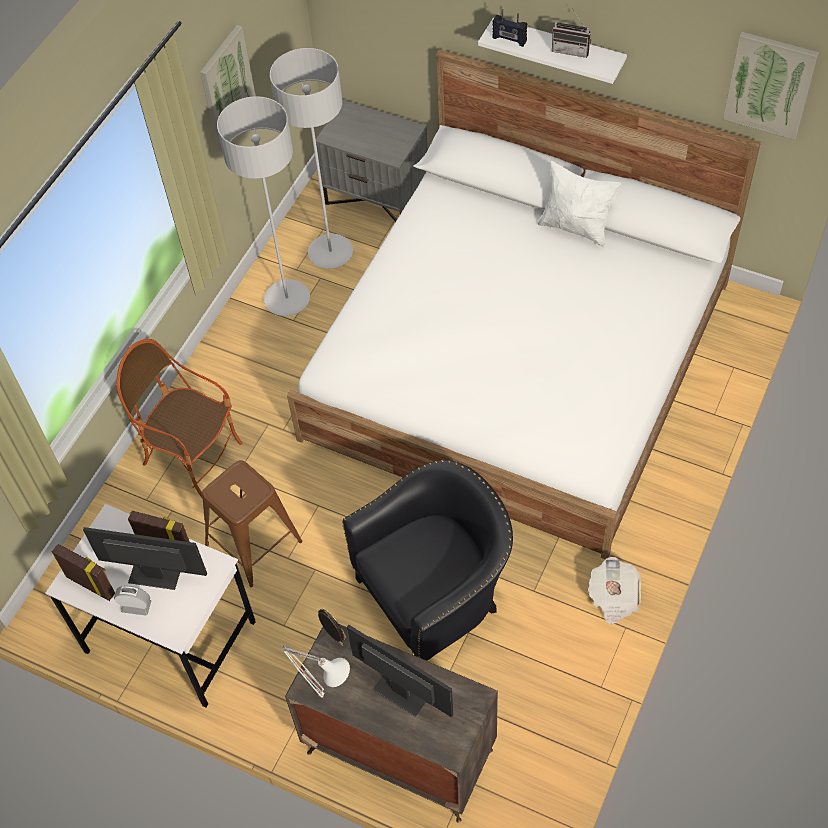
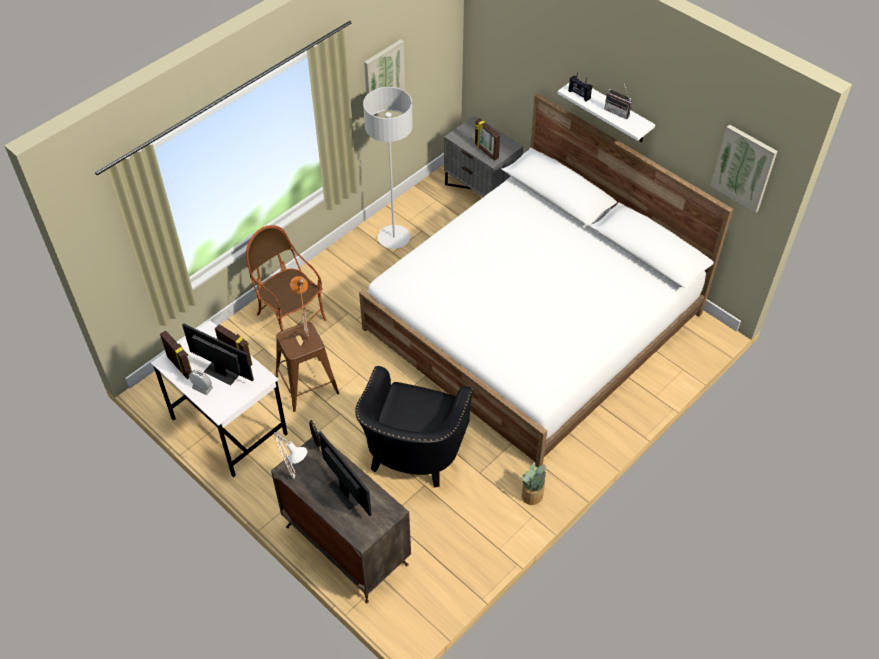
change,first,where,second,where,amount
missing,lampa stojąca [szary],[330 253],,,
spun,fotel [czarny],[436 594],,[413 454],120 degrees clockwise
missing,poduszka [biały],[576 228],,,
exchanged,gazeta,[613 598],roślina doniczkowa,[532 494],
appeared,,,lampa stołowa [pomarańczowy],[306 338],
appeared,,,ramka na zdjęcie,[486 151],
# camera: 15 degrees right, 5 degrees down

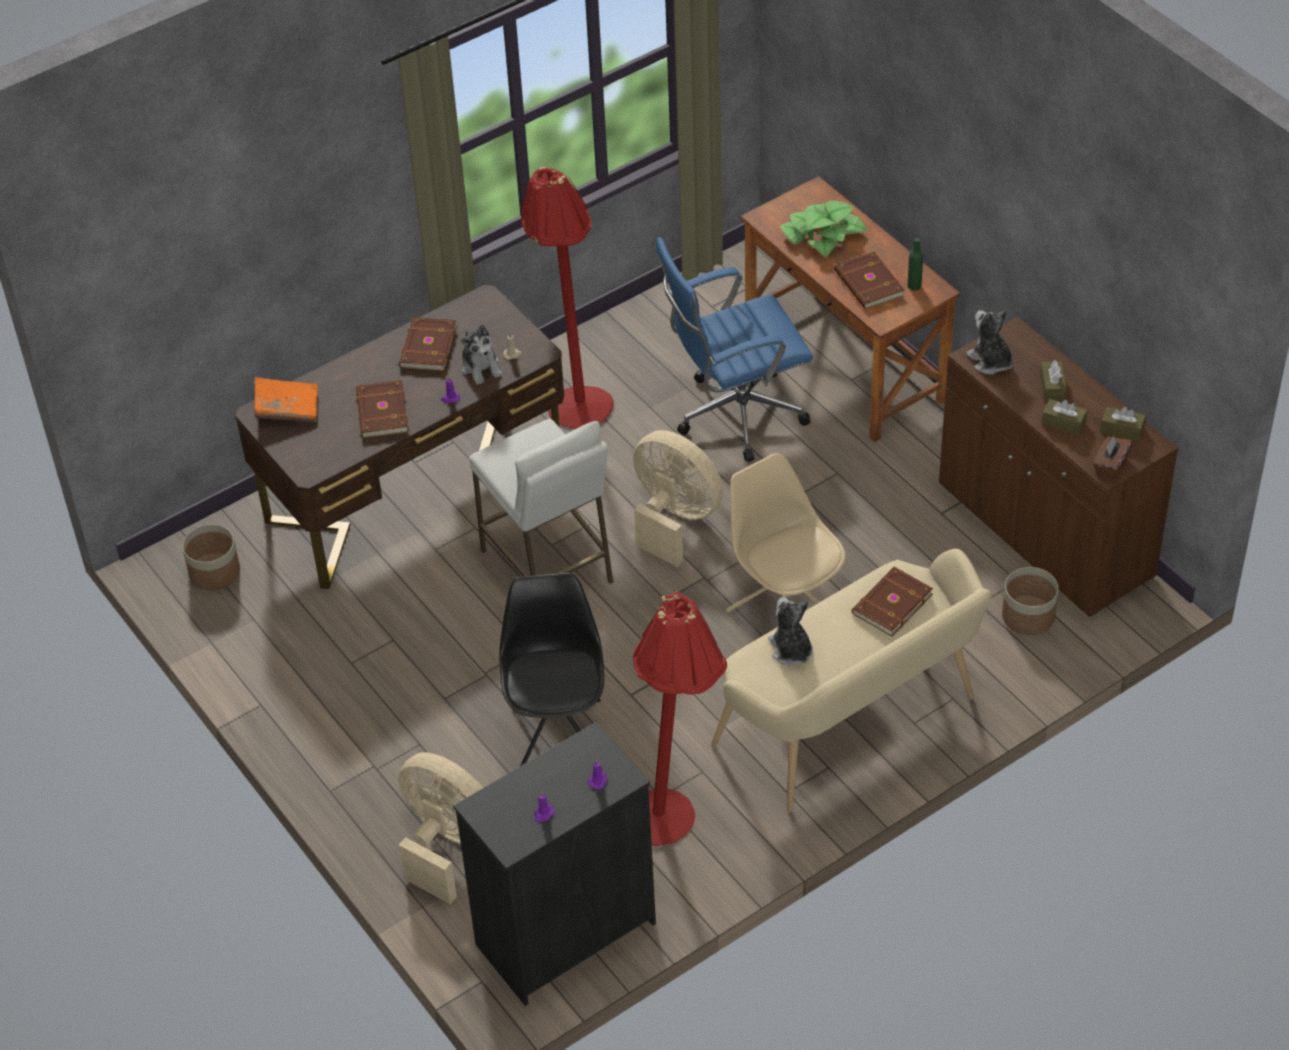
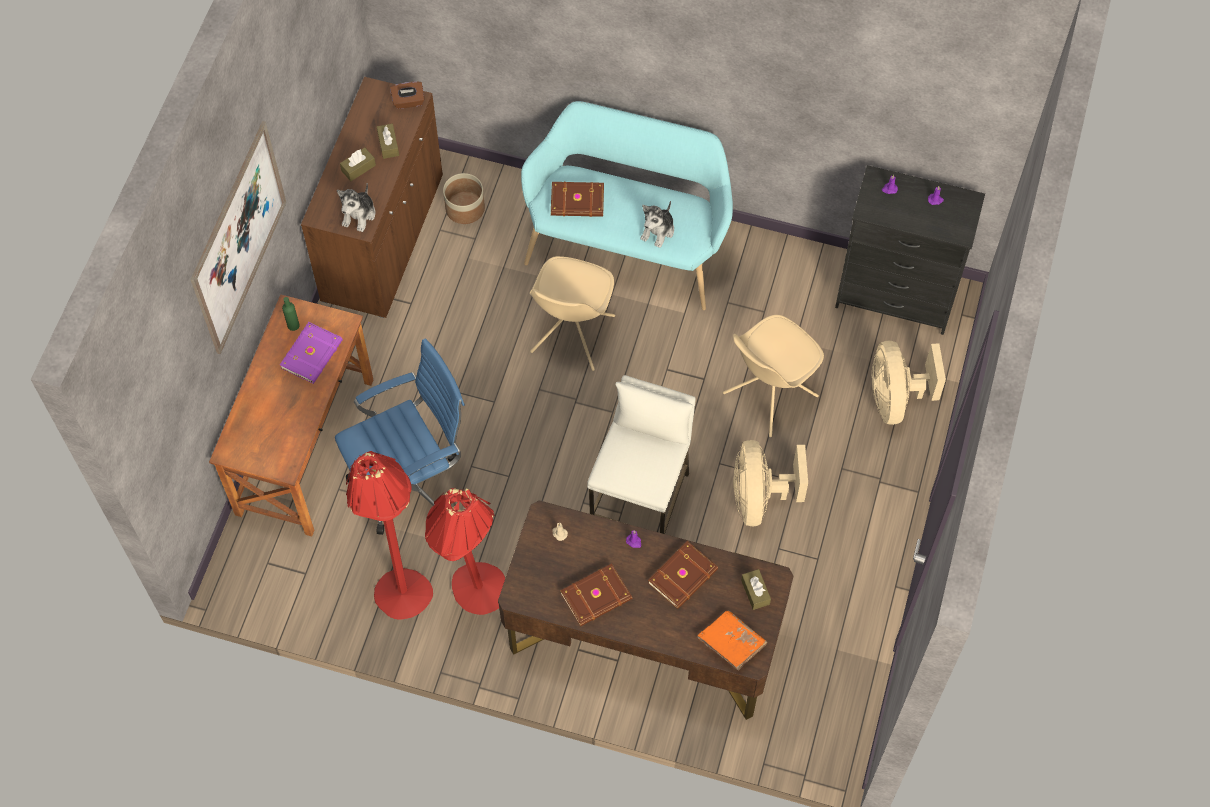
change,first,where,second,where,amount
missing,donica,[215 572],,,
missing,pluszak,[481 367],,,
colour,krzesło [czarny],[558 736],krzesło [beżowy],[768 396],
relocated,wentylator [beżowy],[674 519],,[759 497],
relocated,lampa stojąca [czerwony],[674 825],,[401 581],
spun,krzesło biurowe [niebieski],[734 416],,[411 482],60 degrees counterclockwise
colour,ławka [beżowy],[854 727],ławka [turkusowy],[627 246],
missing,roślina doniczkowa,[822 234],,,
colour,książka [brązowy],[867 284],książka [fioletowy],[313 354],
relocated,pudełko chusteczek [brązowy],[1122 429],,[755 592],
appeared,,,obraz,[239 238],
# camera: 130 degrees left, 15 degrees up

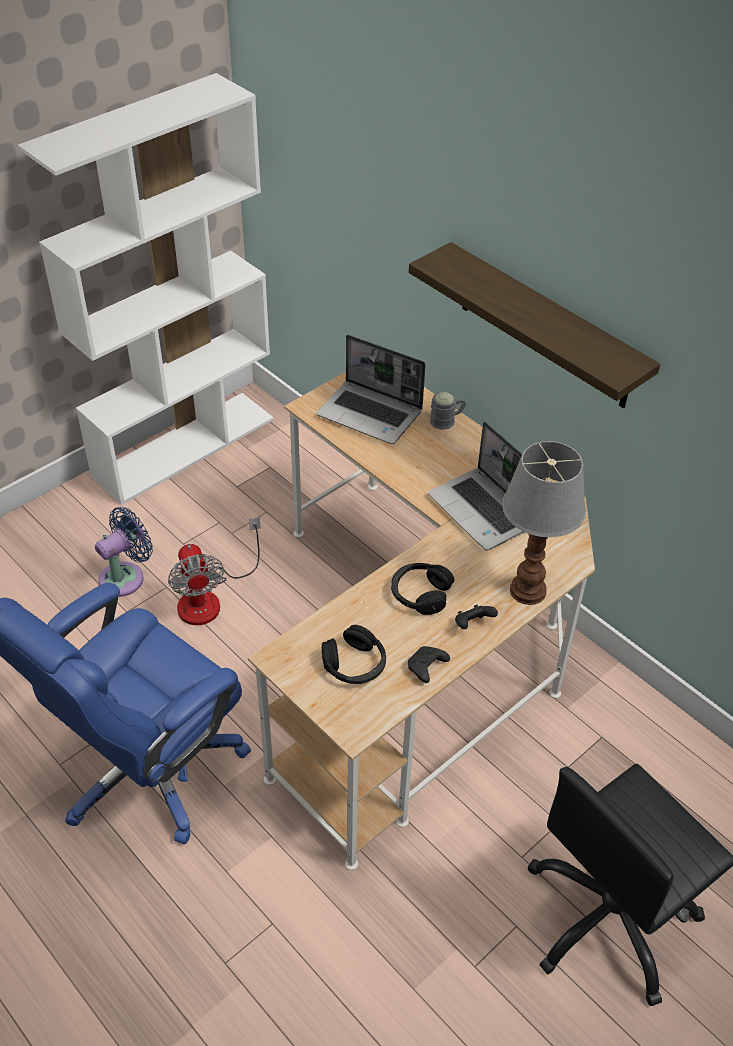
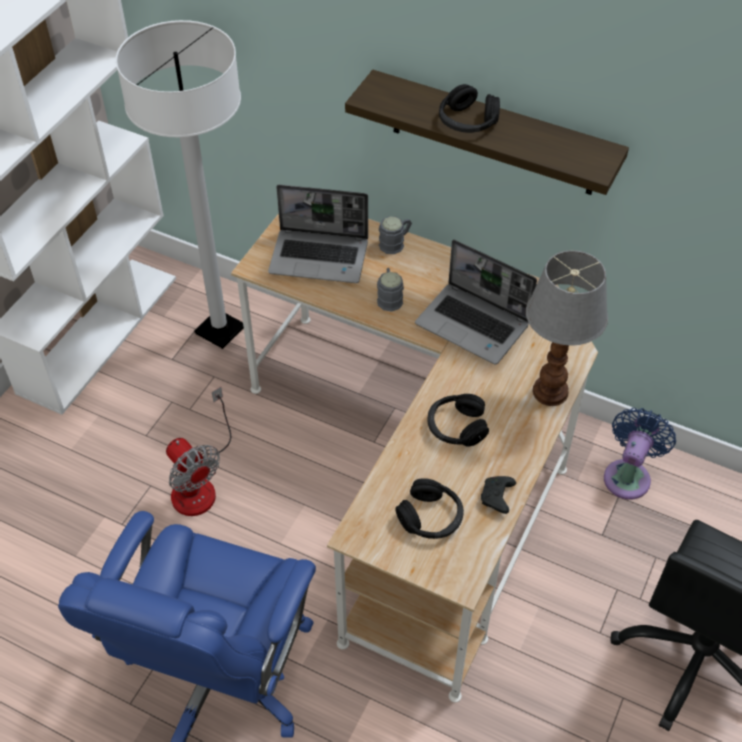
change,first,where,second,where,amount
relocated,wentylator [niebieski],[126 577],,[628 475],
missing,pad do gier [czarny],[472 624],,,
appeared,,,lampa stojąca [biały],[220 330],
appeared,,,kubek [szary],[389 297],
appeared,,,słuchawki [czarny],[467 121],
# camera: 20 degrees left, 5 degrees up

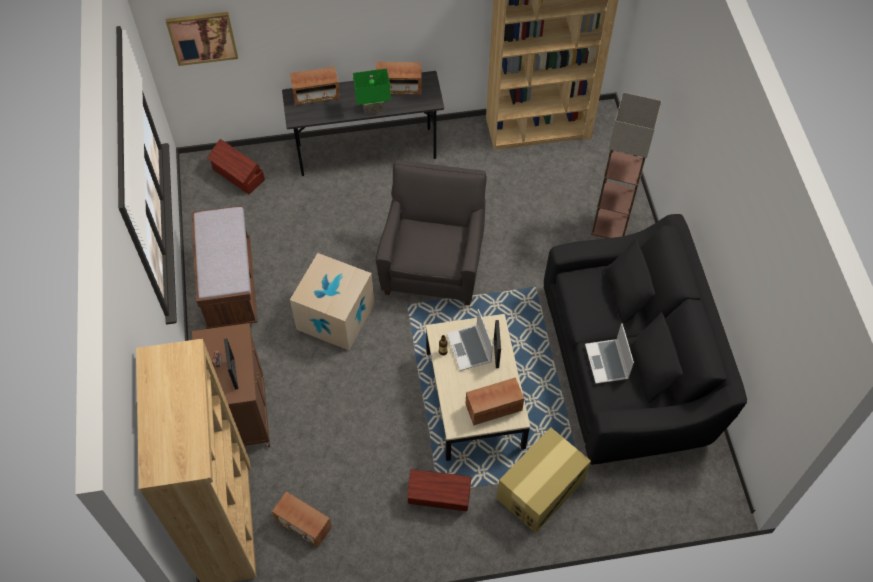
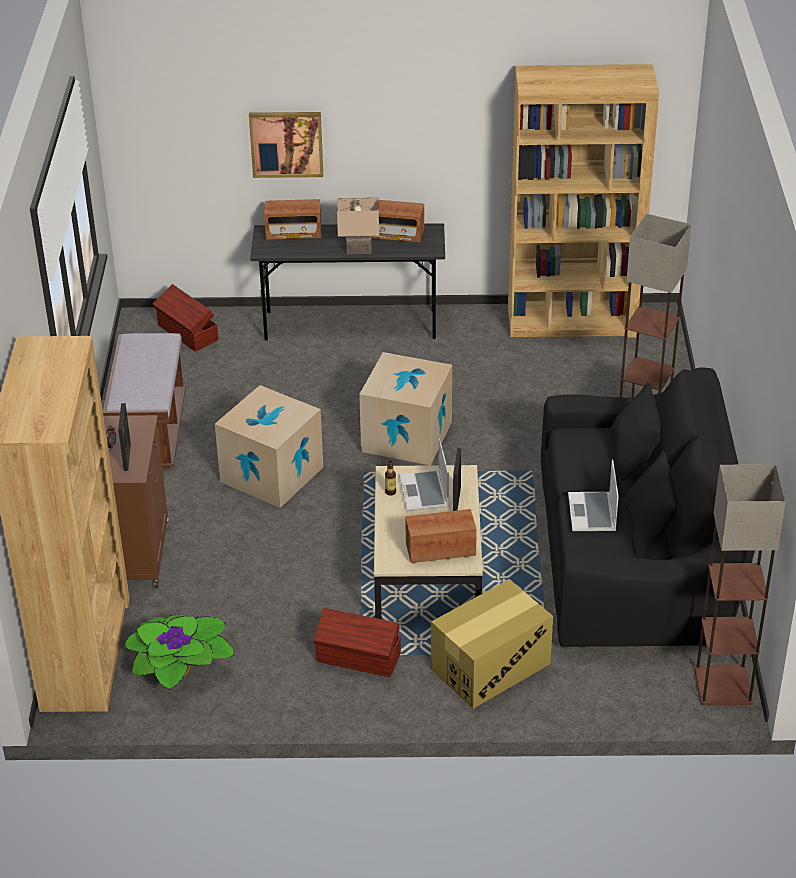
change,first,where,second,where,amount
relocated,obraz,[202 37],,[286 143],
exchanged,radio,[303 524],roślina doniczkowa,[179 667],
colour,lampa stołowa [zielony],[373 109],lampa stołowa [beżowy],[358 250],
exchanged,fotel [szary],[433 264],karton,[406 436],
appeared,,,lampa stojąca,[724 686],
# camera: 10 degrees right, 20 degrees down

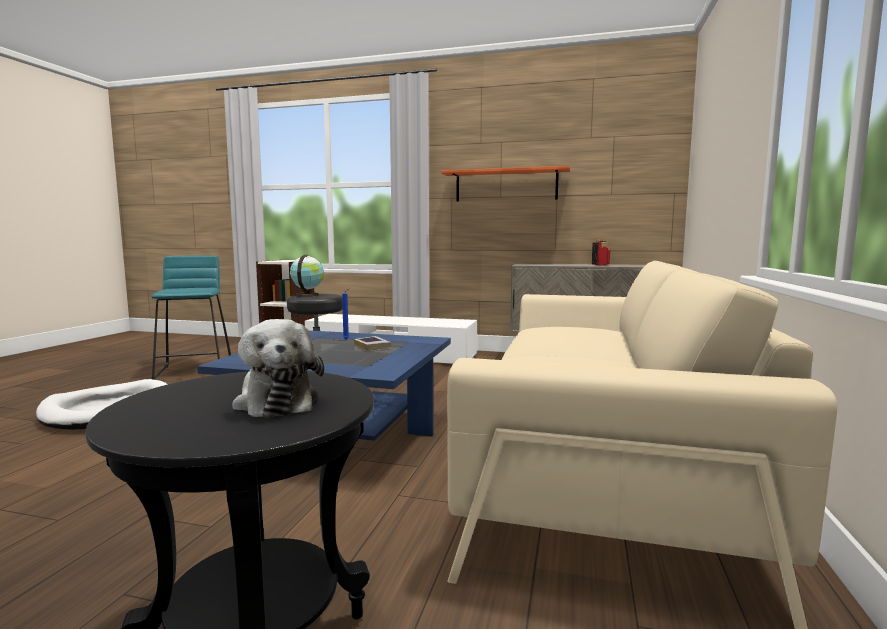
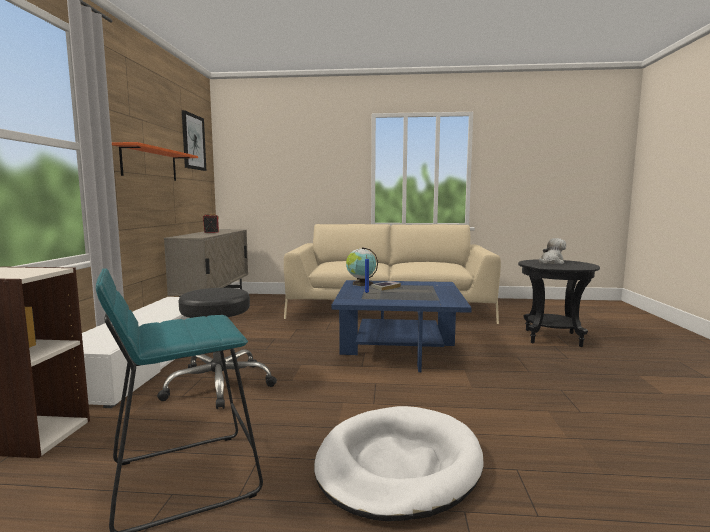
change,first,where,second,where,amount
relocated,globus,[307 295],,[361 284],
appeared,,,obraz,[193 142],
# camera: 100 degrees left, 0 degrees up

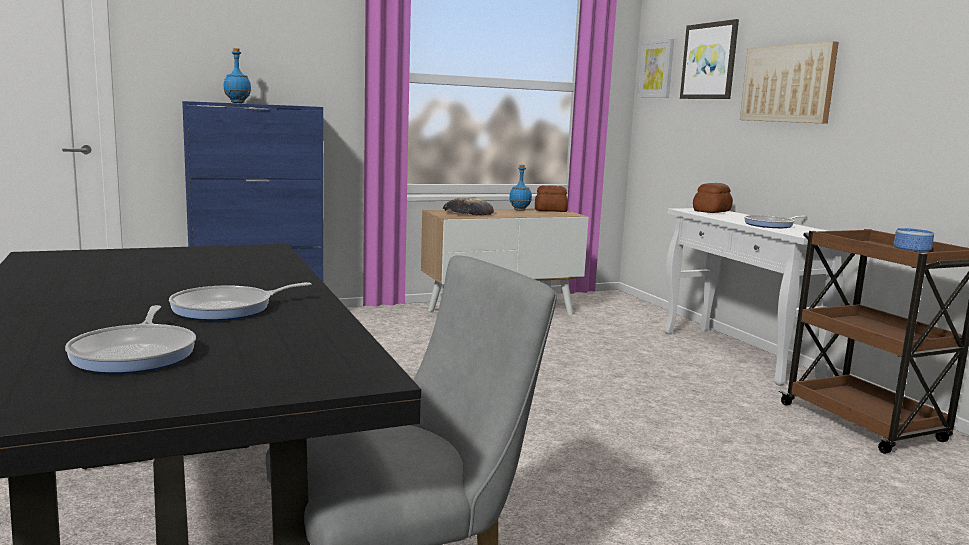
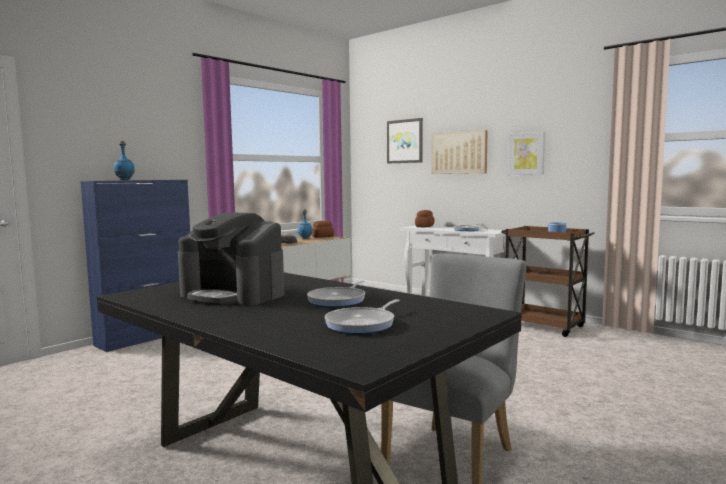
change,first,where,second,where,amount
spun,patelnia,[136 353],,[363 324],75 degrees clockwise
relocated,obraz,[656 69],,[526 153],
appeared,,,ekspres do kawy,[234 294],
# camera: 25 degrees left, 5 degrees down

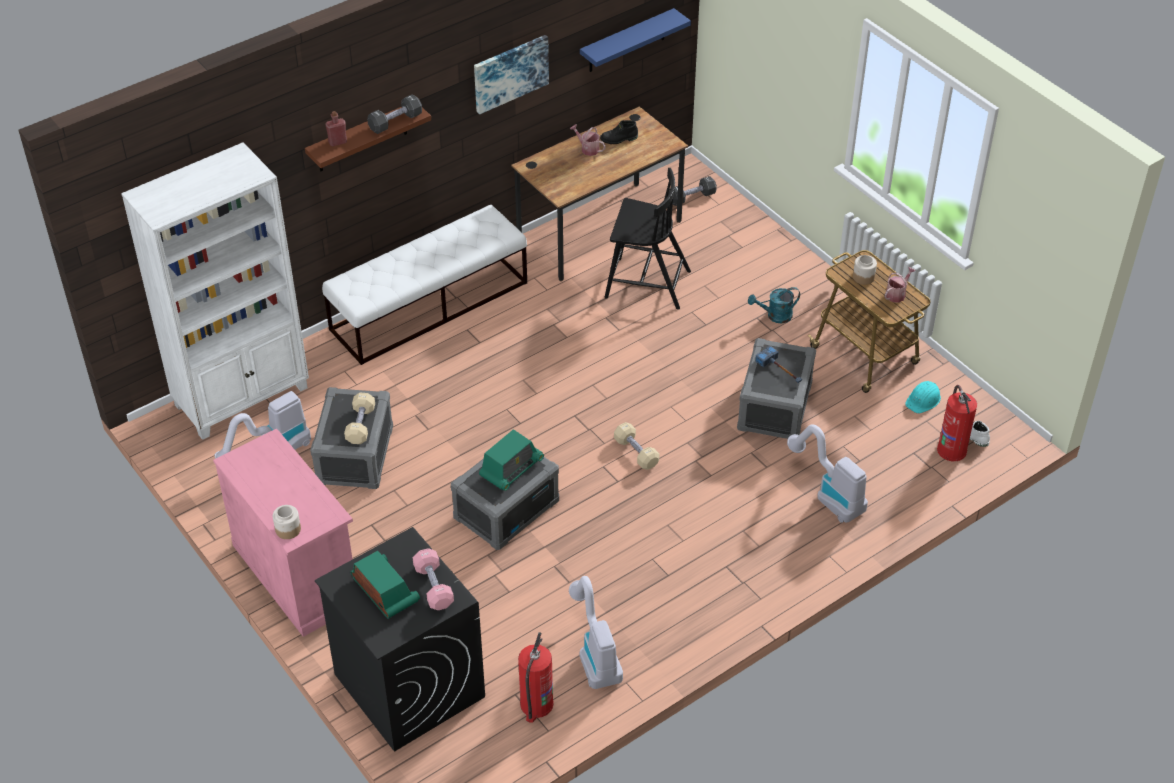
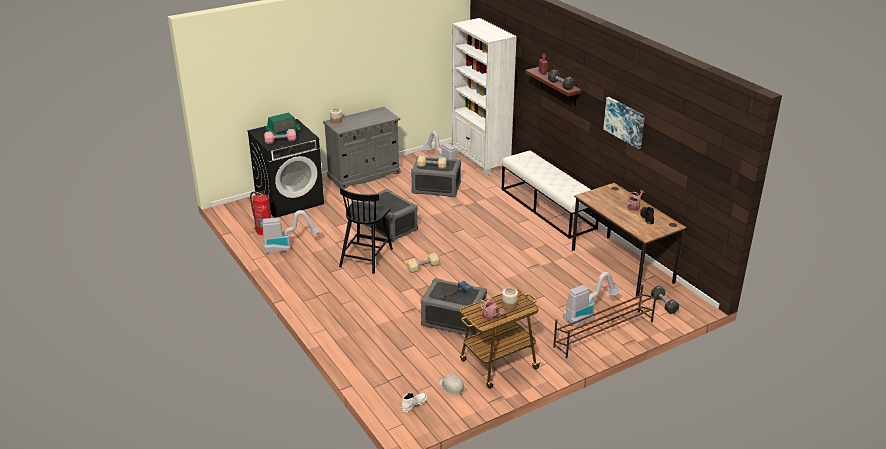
change,first,where,second,where,amount
colour,szafka [różowy],[297 574],szafka [szary],[364 175],
missing,radio,[511 468],,,
missing,półka [niebieski],[627 41],,,
relocated,krzesło [czarny],[646 284],,[366 257],
missing,konewka [turkusowy],[775 316],,,
relocated,odkurzacz,[828 494],,[587 315],
colour,kask [turkusowy],[923 400],kask [biały],[452 387],
missing,gaśnica,[951 449],,,
appeared,,,regał na buty [brązowy],[603 334],
# camera: 95 degrees right, 15 degrees down

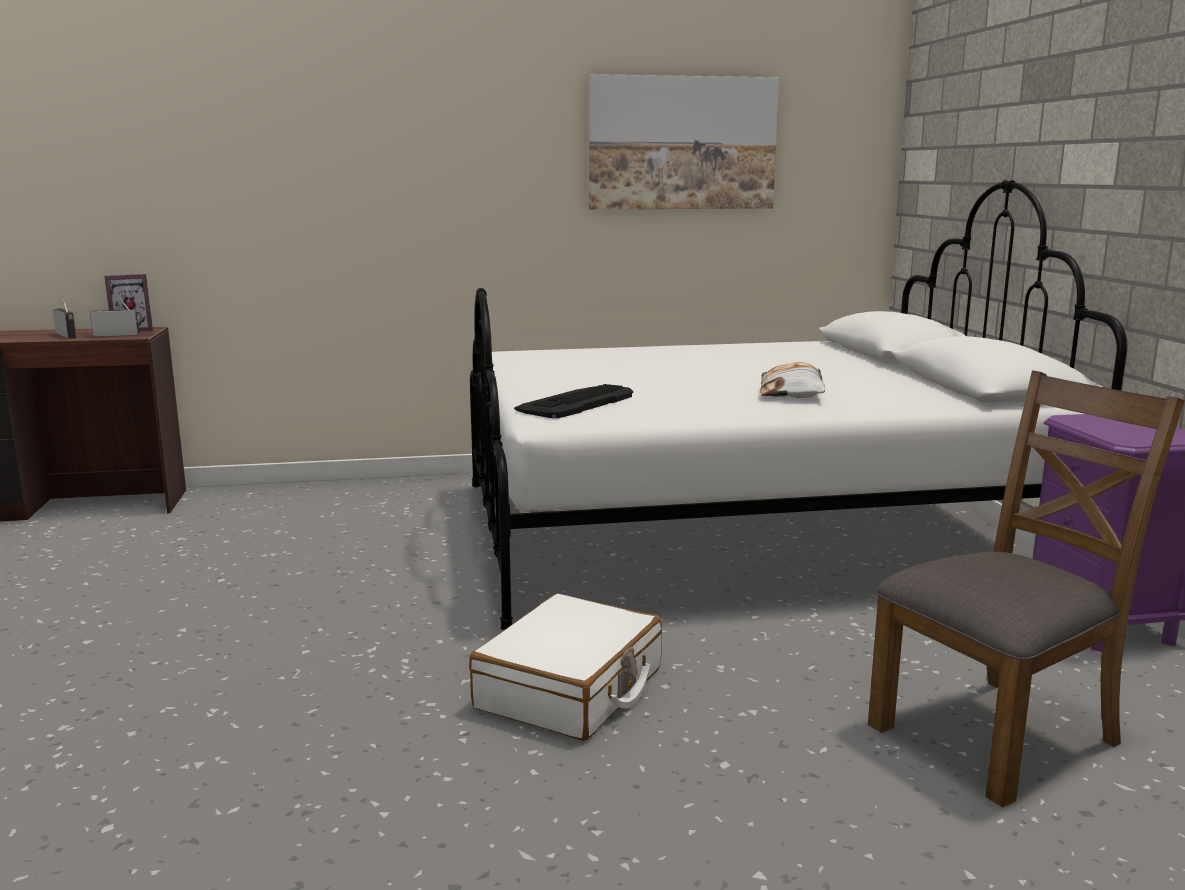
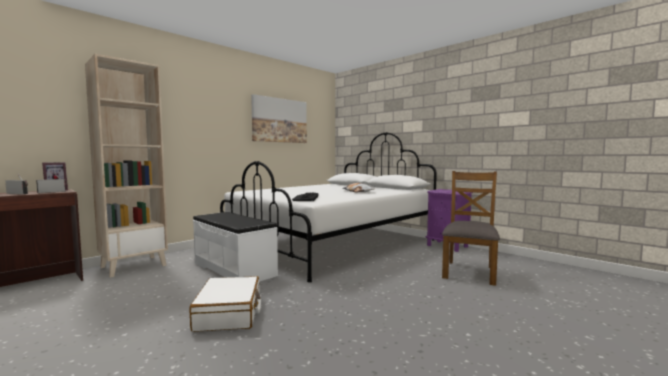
change,first,where,second,where,amount
relocated,walizka [biały],[571 689],,[229 313],
appeared,,,regał [beżowy],[134 266],
appeared,,,ławka [biały],[234 269],
# camera: 35 degrees left, 10 degrees down

